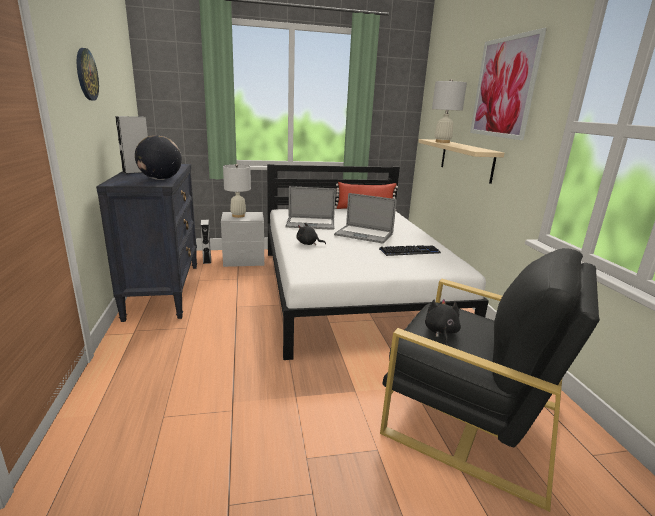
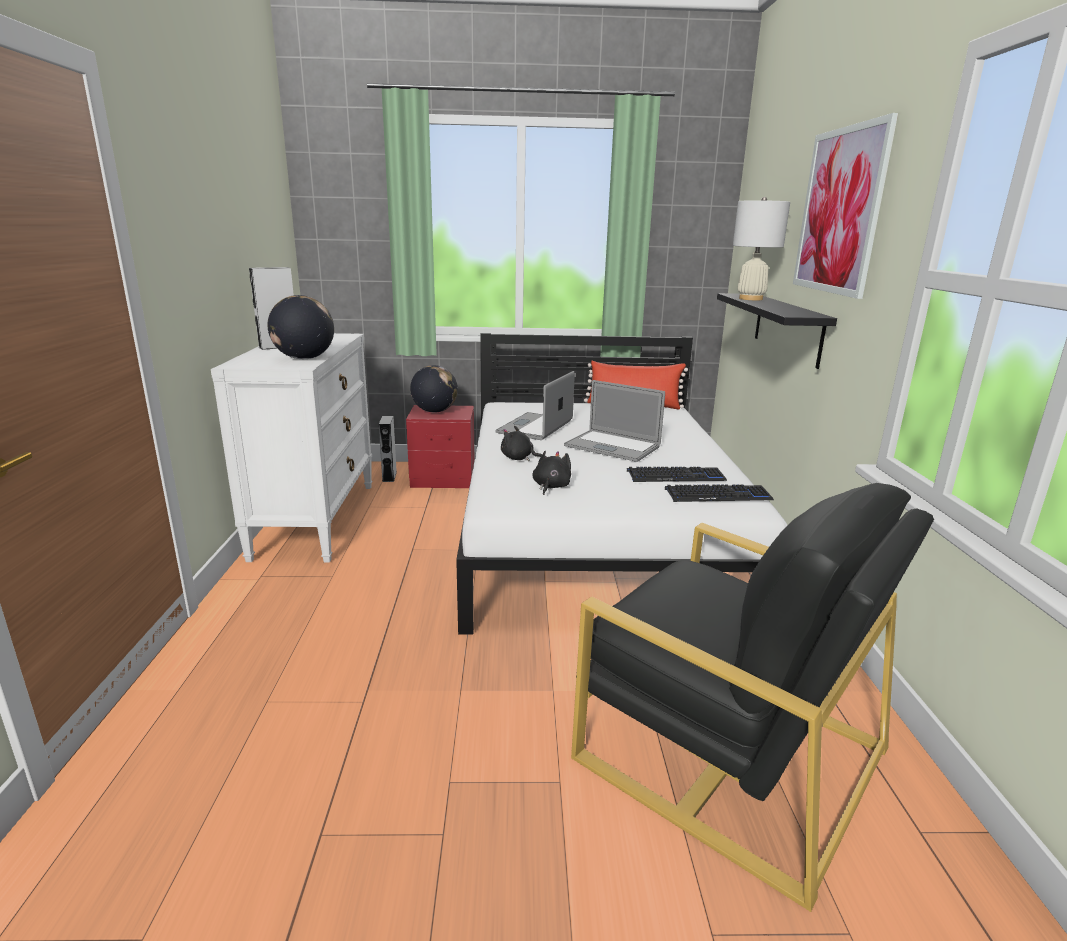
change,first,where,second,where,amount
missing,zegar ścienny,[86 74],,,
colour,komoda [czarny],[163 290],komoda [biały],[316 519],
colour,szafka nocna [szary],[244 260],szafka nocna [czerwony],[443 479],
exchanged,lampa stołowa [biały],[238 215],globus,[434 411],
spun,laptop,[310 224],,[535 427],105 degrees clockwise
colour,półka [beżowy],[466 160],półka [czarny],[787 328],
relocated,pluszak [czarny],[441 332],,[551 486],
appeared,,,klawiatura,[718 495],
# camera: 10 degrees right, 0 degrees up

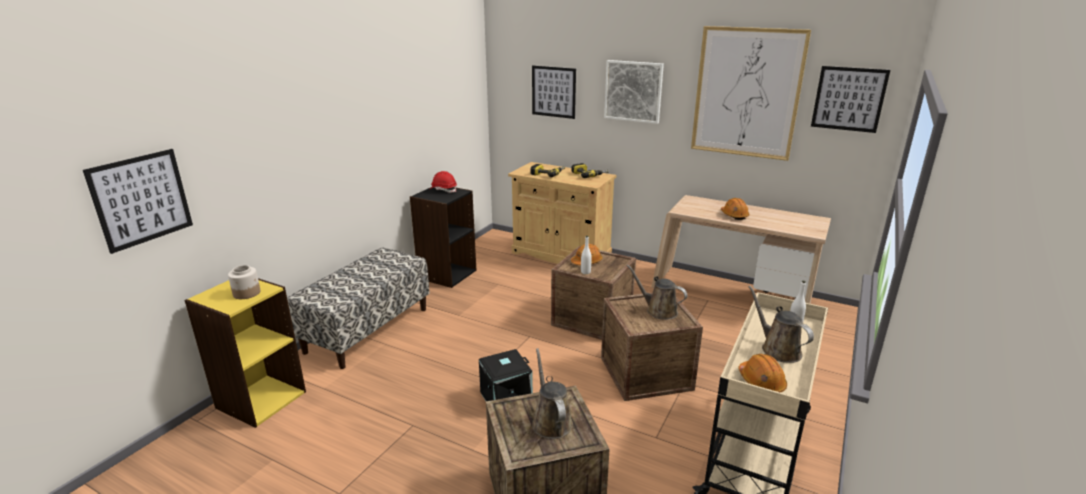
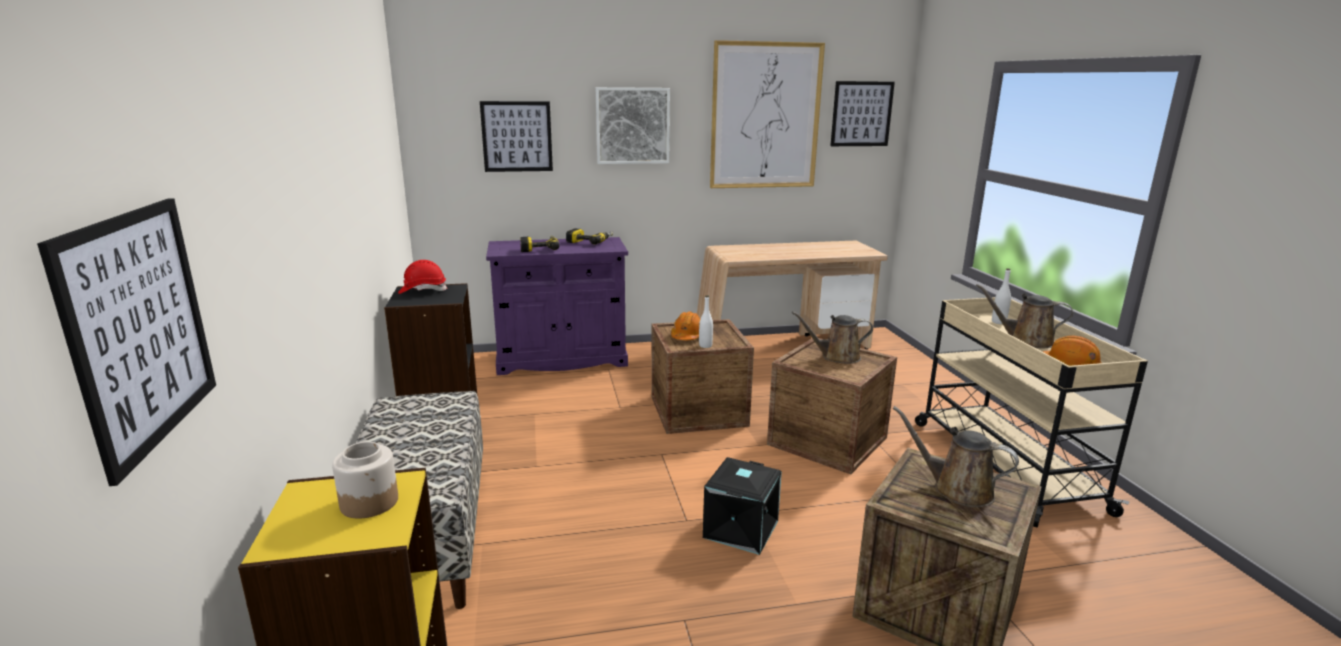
change,first,where,second,where,amount
colour,szafka [beżowy],[561 254],szafka [fioletowy],[561 359],
missing,kask [pomarańczowy],[734 215],,,
# camera: 40 degrees left, 5 degrees down

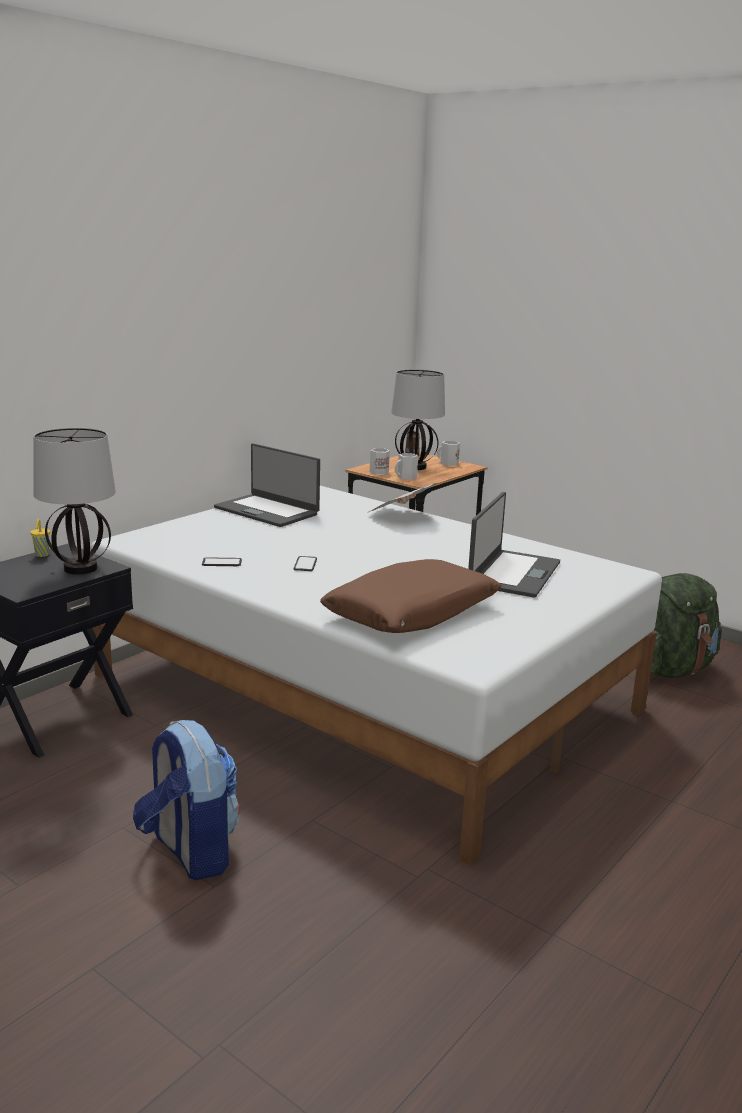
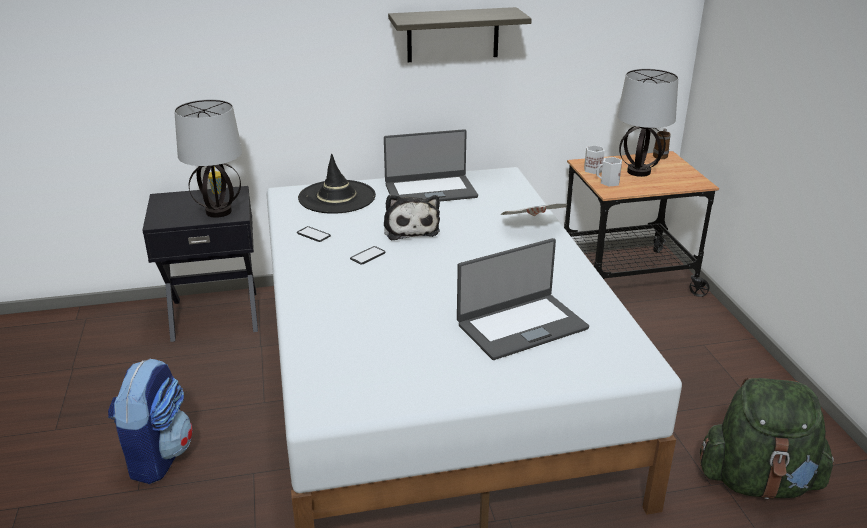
change,first,where,second,where,amount
spun,laptop,[267 511],,[430 190],90 degrees counterclockwise
missing,poduszka [brązowy],[412 613],,,
missing,kubek [biały],[448 463],,,
appeared,,,kapelusz [czarny],[337 197],
appeared,,,pluszak,[410 228],
appeared,,,półka,[453 35],
# camera: 40 degrees right, 10 degrees up

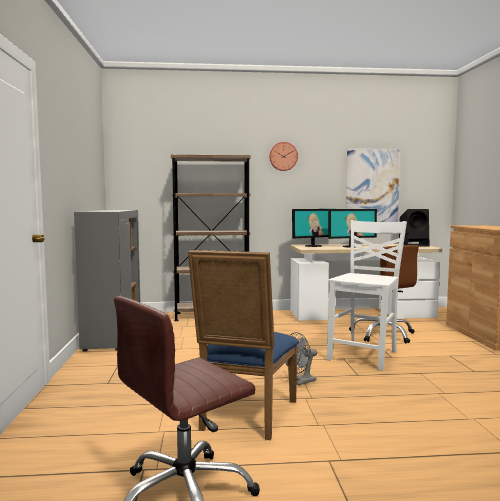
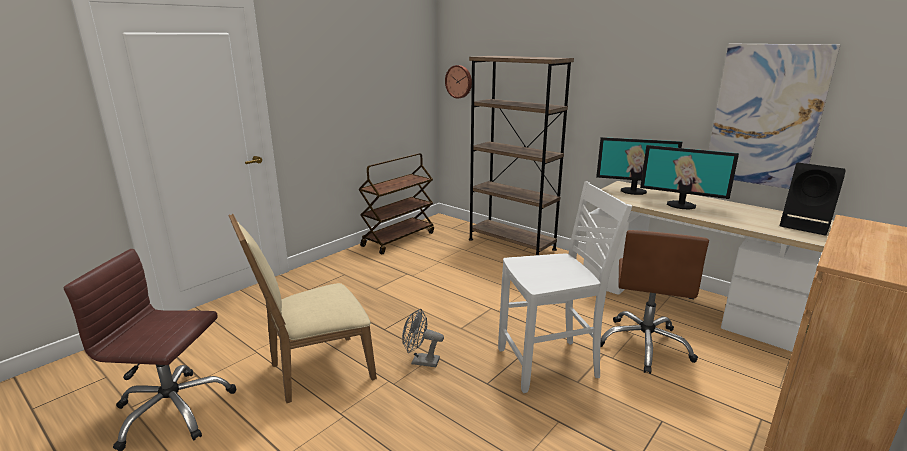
change,first,where,second,where,amount
exchanged,szafka [szary],[113 334],wózek [brązowy],[398 239],
colour,krzesło [niebieski],[244 417],krzesło [beżowy],[315 371],
relocated,zegar ścienny,[283 156],,[459 81],
# camera: 45 degrees right, 15 degrees up

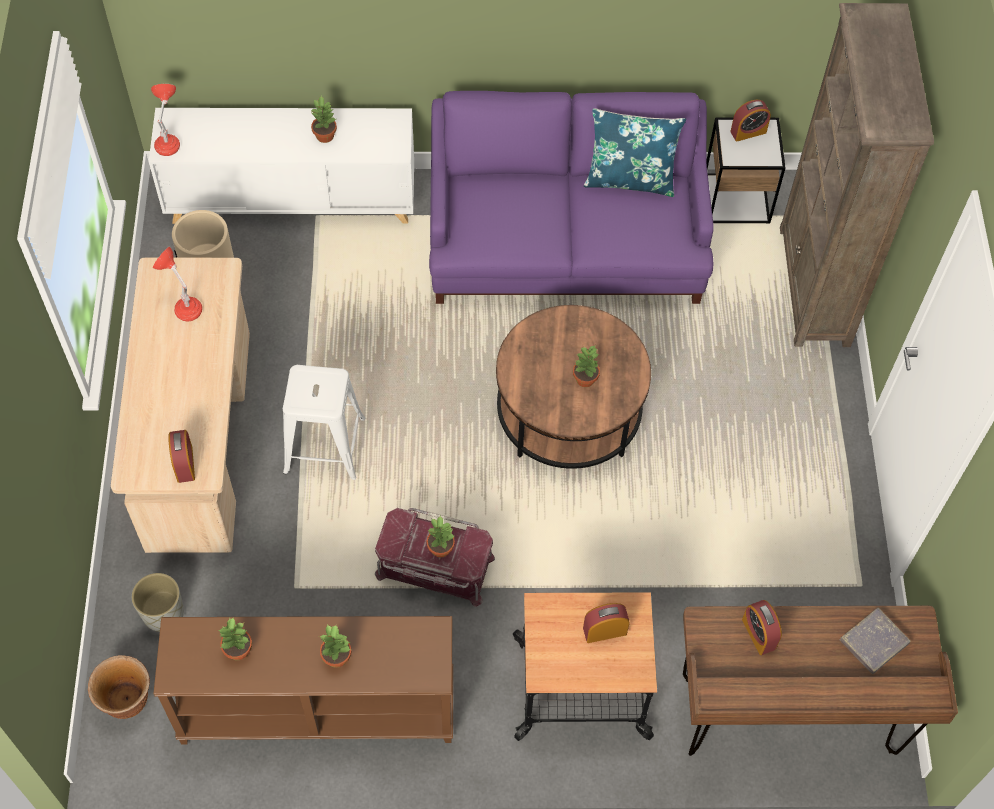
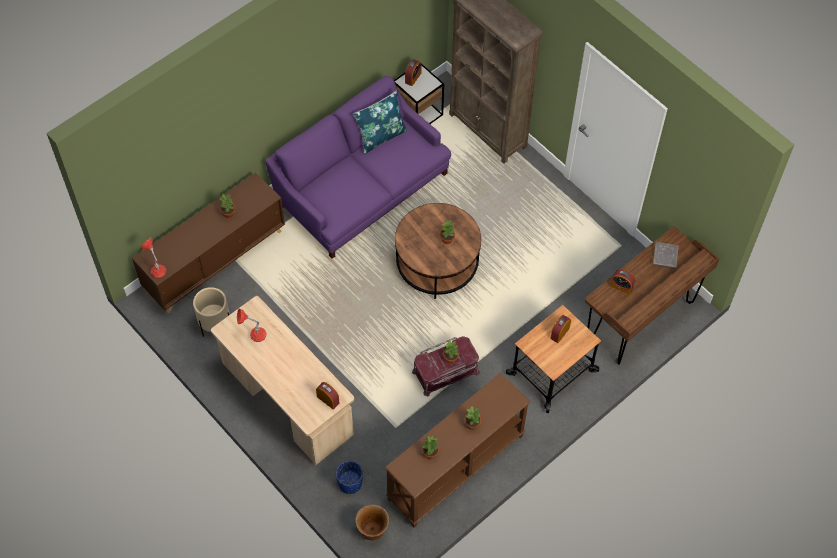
change,first,where,second,where,amount
colour,donica [szary],[163 613],donica [niebieski],[349 483],
colour,szafka [biały],[292 200],szafka [brązowy],[215 260],
missing,stołek [biały],[324 445],,,
# camera: 40 degrees left, 0 degrees up

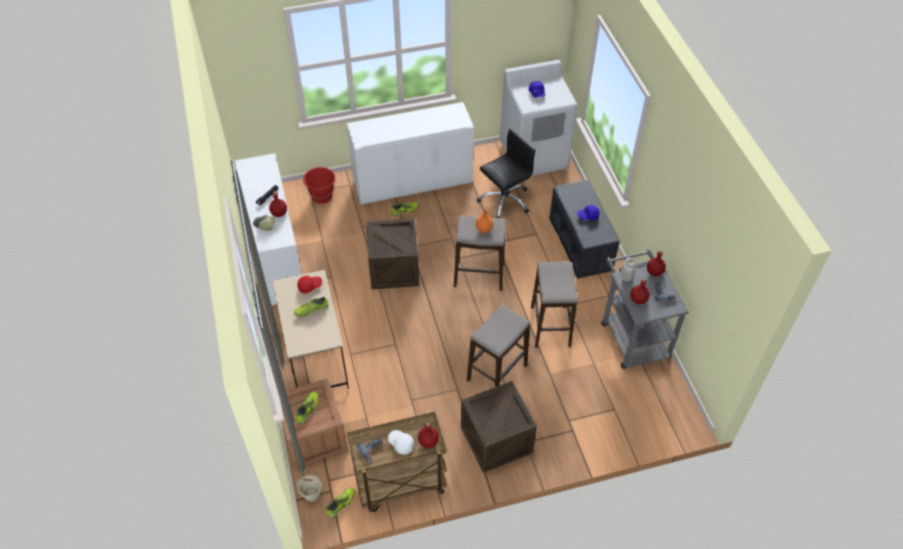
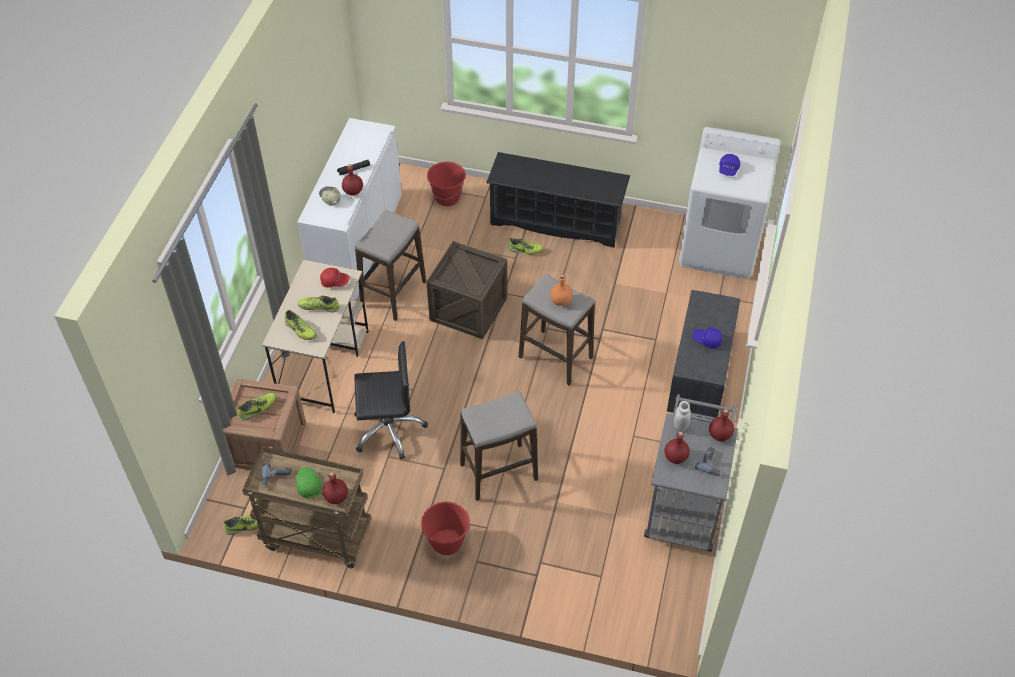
change,first,where,second,where,amount
missing,wiadro [beżowy],[311 494],,,
exchanged,szafka [biały],[412 181],regał na buty [czarny],[556 221],
colour,czapka z daszkiem [biały],[401 443],czapka z daszkiem [zielony],[308 485],
exchanged,skrzynka,[496 440],wiadro [czerwony],[446 542],
relocated,krzesło biurowe [czarny],[504 200],,[388 429],
relocated,stołek,[550 326],,[394 294],
appeared,,,but,[300 330],
# camera: 30 degrees right, 0 degrees up

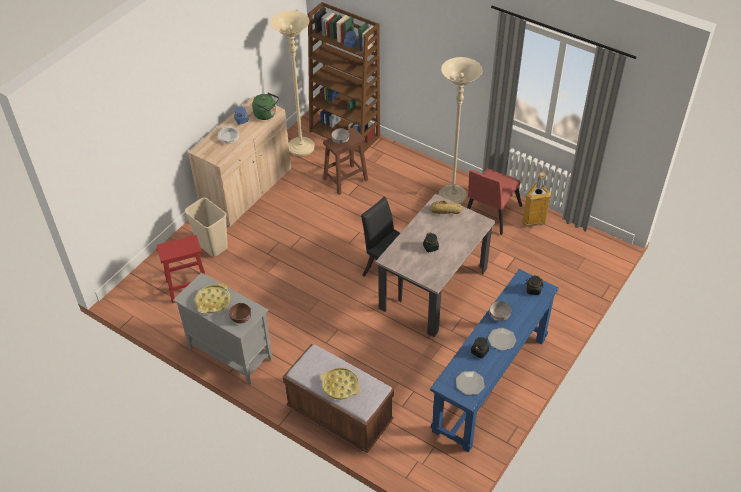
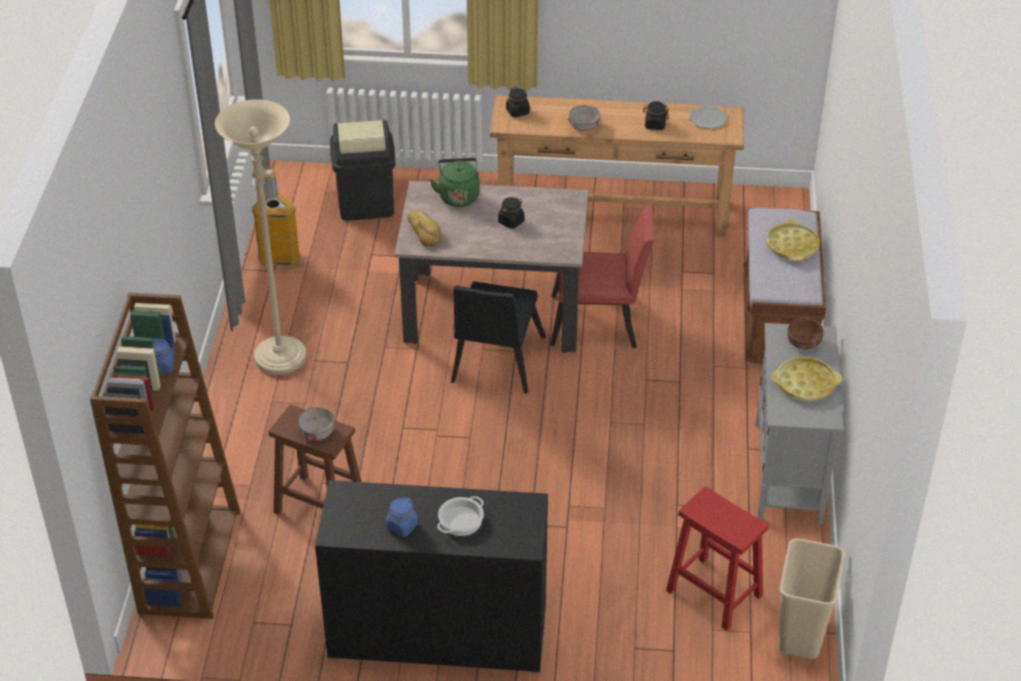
change,first,where,second,where,amount
relocated,kosz na śmieci [beżowy],[211 246],,[802 635],
colour,szafka [beżowy],[247 190],szafka [czarny],[438 633],
relocated,czajnik [zielony],[266 114],,[458 195],
missing,lampa stojąca [beżowy],[301 148],,,
colour,stolik konsolowy [niebieski],[490 384],stolik konsolowy [brązowy],[613 212],
relocated,krzesło [czerwony],[490 215],,[600 322],
missing,talerz,[501 339],,,
appeared,,,kosz na śmieci [czarny],[366 203],
# camera: 120 degrees left, 5 degrees down

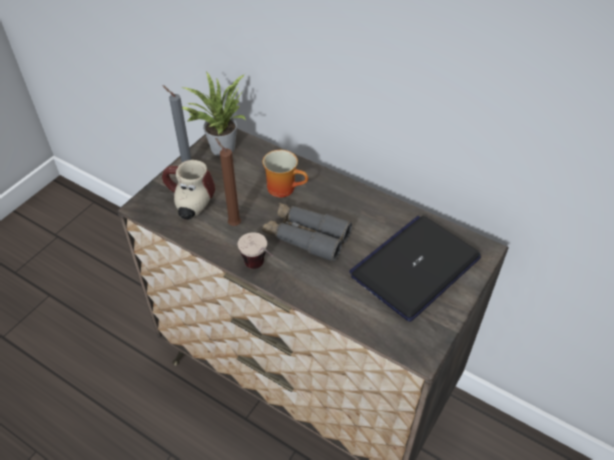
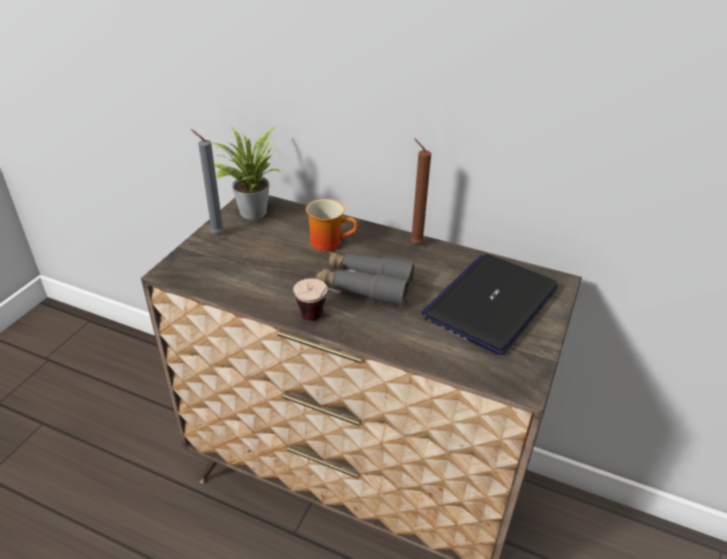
change,first,where,second,where,amount
missing,kubek,[188 204],,,
relocated,świeca [brązowy],[233 223],,[414 243],
# camera: 10 degrees left, 10 degrees down

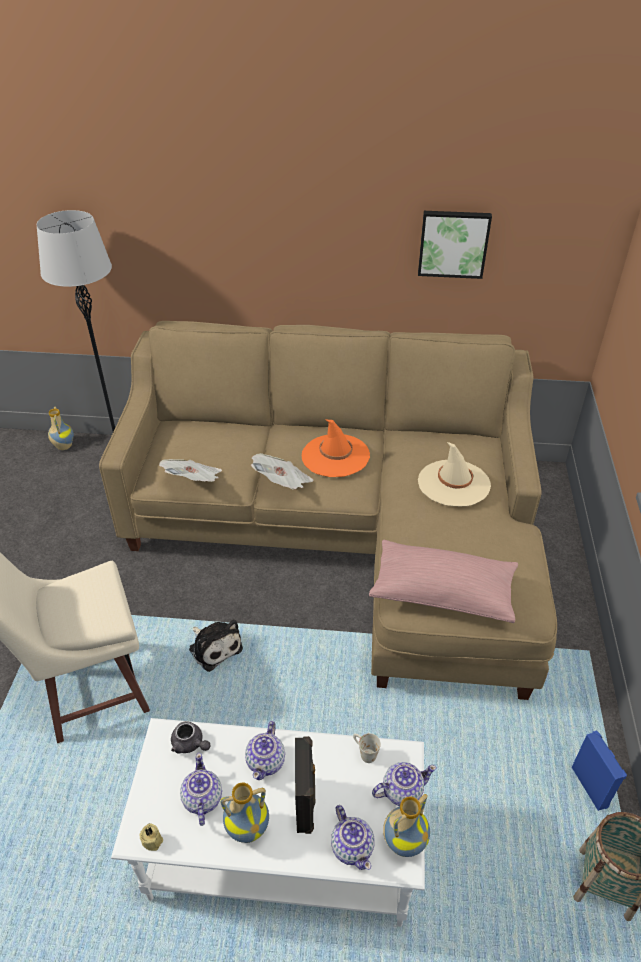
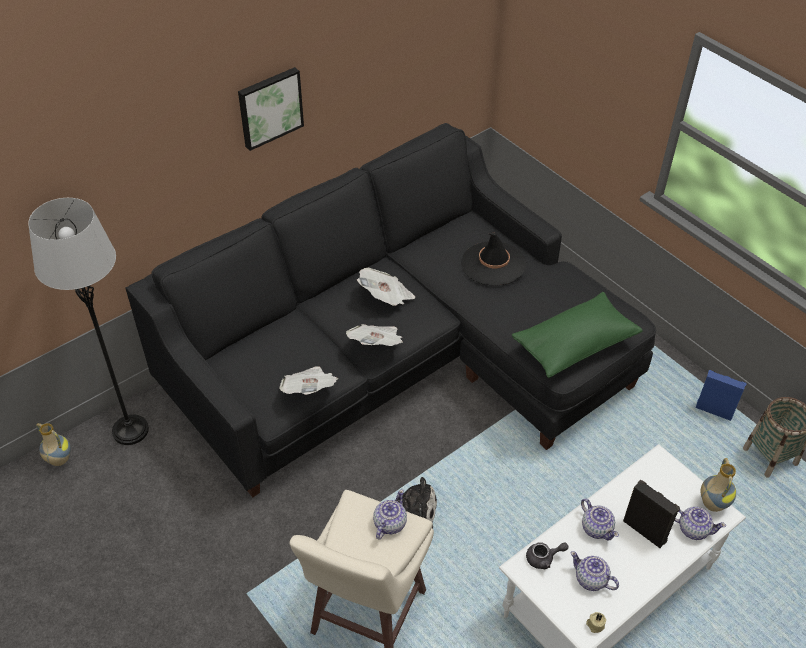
change,first,where,second,where,amount
colour,kanapa [beżowy],[347 532],kanapa [czarny],[400 358],
missing,wazon,[248 828],,,
exchanged,kapelusz [pomarańczowy],[335 456],gazeta,[386 297],
missing,kubek [biały],[364 752],,,
colour,poduszka [różowy],[442 592],poduszka [zielony],[574 344],
relocated,imbryk,[401 791],,[389 524],
relocated,obraz,[453 243],,[269 107],
colour,kapelusz [beżowy],[453 483],kapelusz [czarny],[493 264],
# camera: 45 degrees left, 5 degrees up

